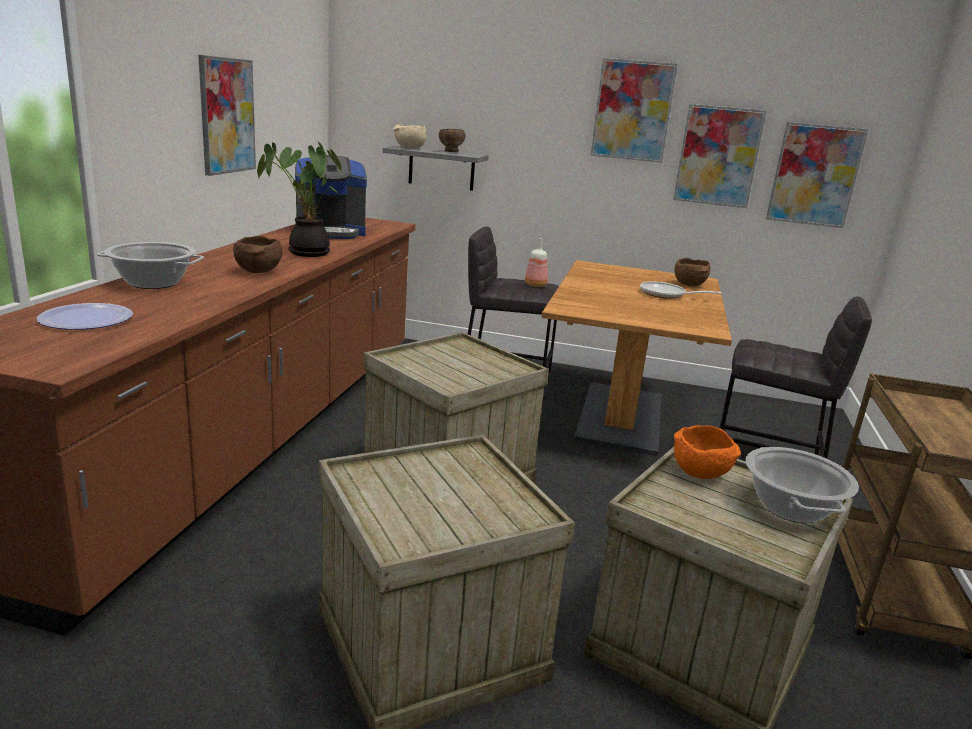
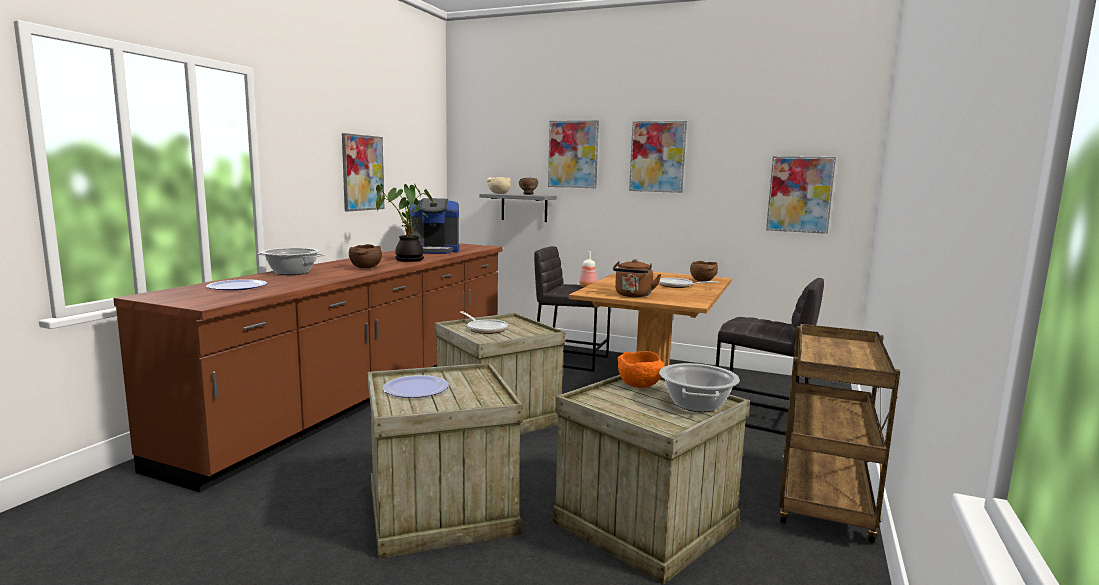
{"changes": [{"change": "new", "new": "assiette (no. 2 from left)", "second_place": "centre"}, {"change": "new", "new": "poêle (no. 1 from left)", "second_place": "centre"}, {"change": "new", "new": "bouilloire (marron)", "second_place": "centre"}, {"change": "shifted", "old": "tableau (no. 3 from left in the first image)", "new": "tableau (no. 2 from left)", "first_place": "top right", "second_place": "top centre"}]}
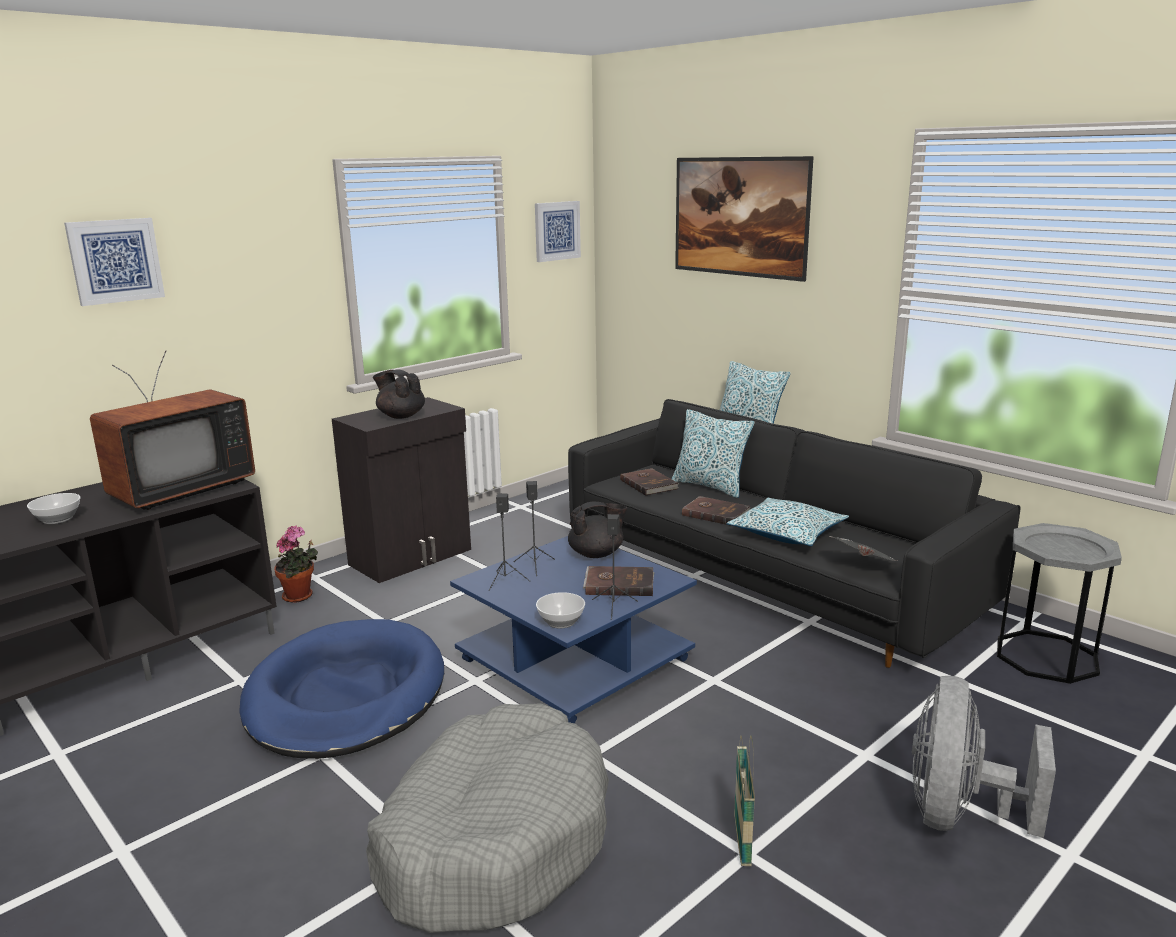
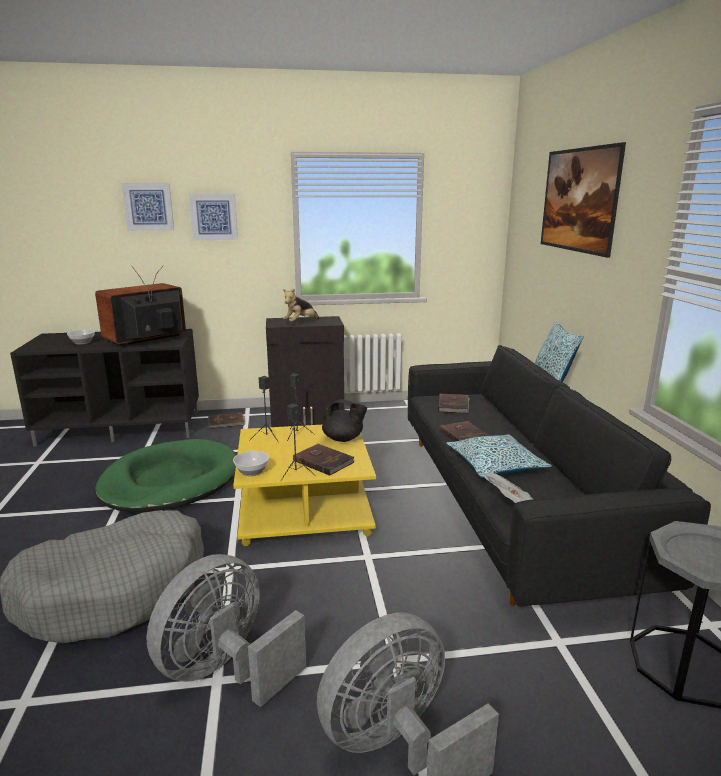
{"changes": [{"change": "gone", "old": "coussin (no. 1 from left)", "first_place": "centre"}, {"change": "shifted", "old": "tableau (no. 2 from left)", "first_place": "top centre", "second_place": "top left"}, {"change": "swapped", "old": "plante en pot", "new": "livre (marron) (no. 1 from left)", "first_place": "middle left", "second_place": "middle left"}, {"change": "swapped", "old": "théière (noir) (no. 1 from left)", "new": "peluche", "first_place": "centre", "second_place": "centre"}, {"change": "swapped", "old": "panier", "new": "ventilateur (gris) (no. 1 from left)", "first_place": "bottom centre", "second_place": "bottom left"}, {"change": "repainted", "old": "panier pour chien (bleu)", "new": "panier pour chien (vert)", "first_place": "bottom left", "second_place": "middle left"}, {"change": "repainted", "old": "table basse (bleu)", "new": "table basse (jaune)", "first_place": "bottom centre", "second_place": "centre"}, {"change": "rotated", "old": "téléviseur", "first_place": "middle left", "second_place": "middle left", "degrees": 150}]}
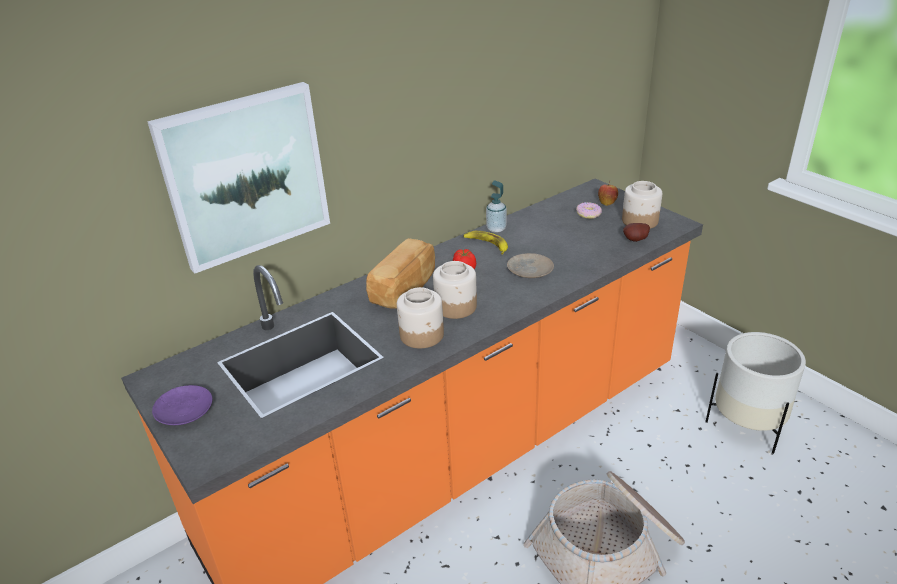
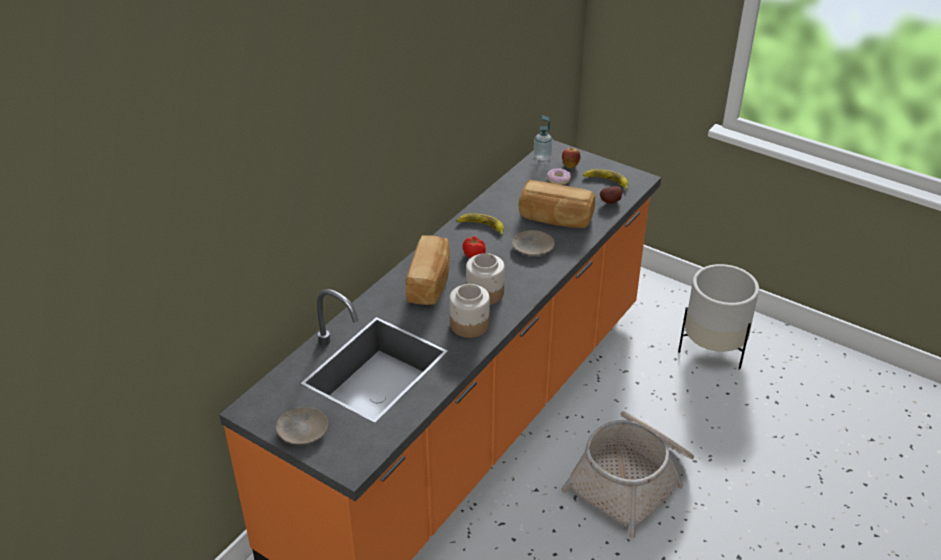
{"changes": [{"change": "gone", "old": "tableau", "first_place": "top left"}, {"change": "new", "new": "pain (no. 2 from left)", "second_place": "centre"}, {"change": "shifted", "old": "distributeur de savon", "first_place": "centre", "second_place": "top centre"}, {"change": "swapped", "old": "bocal (no. 3 from left)", "new": "banane (no. 2 from left)", "first_place": "middle right", "second_place": "top centre"}, {"change": "repainted", "old": "assiette (violet)", "new": "assiette (beige) (no. 1 from left)", "first_place": "bottom left", "second_place": "bottom left"}]}
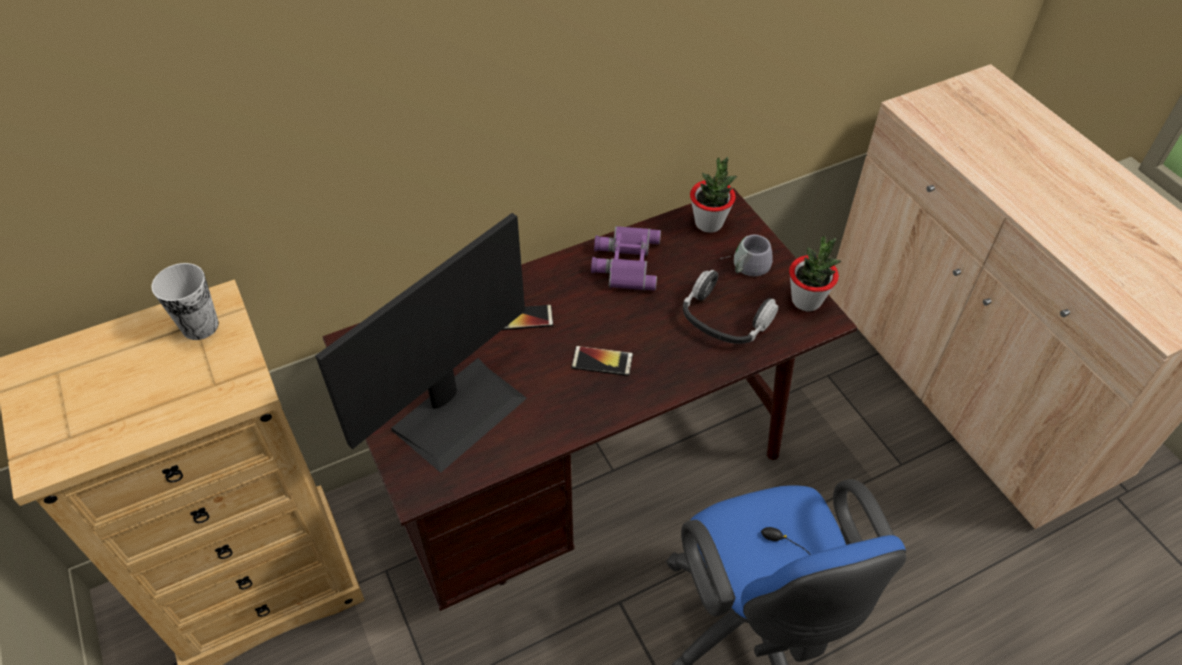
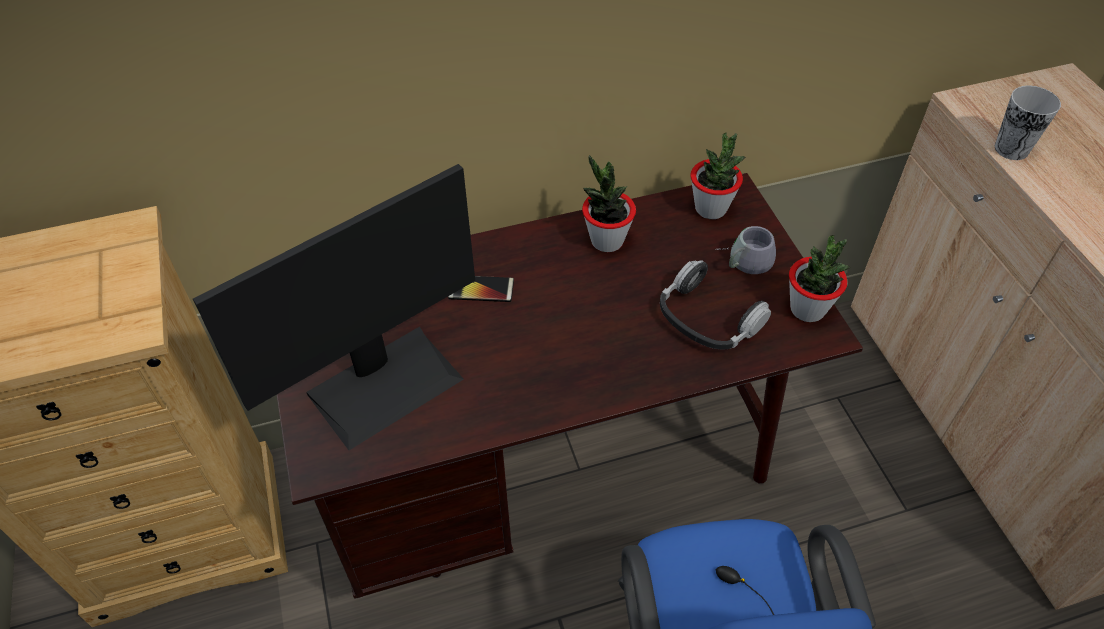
{"changes": [{"change": "gone", "old": "téléphone (no. 2 from left)", "first_place": "centre"}, {"change": "shifted", "old": "tasse", "first_place": "middle left", "second_place": "top right"}, {"change": "swapped", "old": "jumelles (violet)", "new": "plante en pot (no. 1 from left)", "first_place": "centre", "second_place": "top centre"}]}
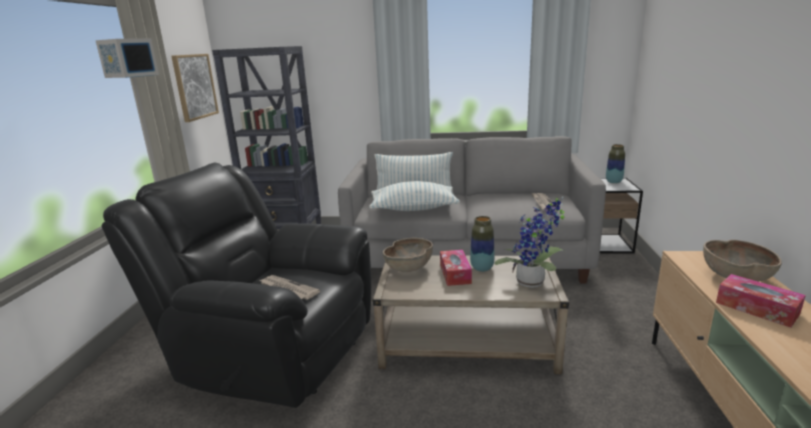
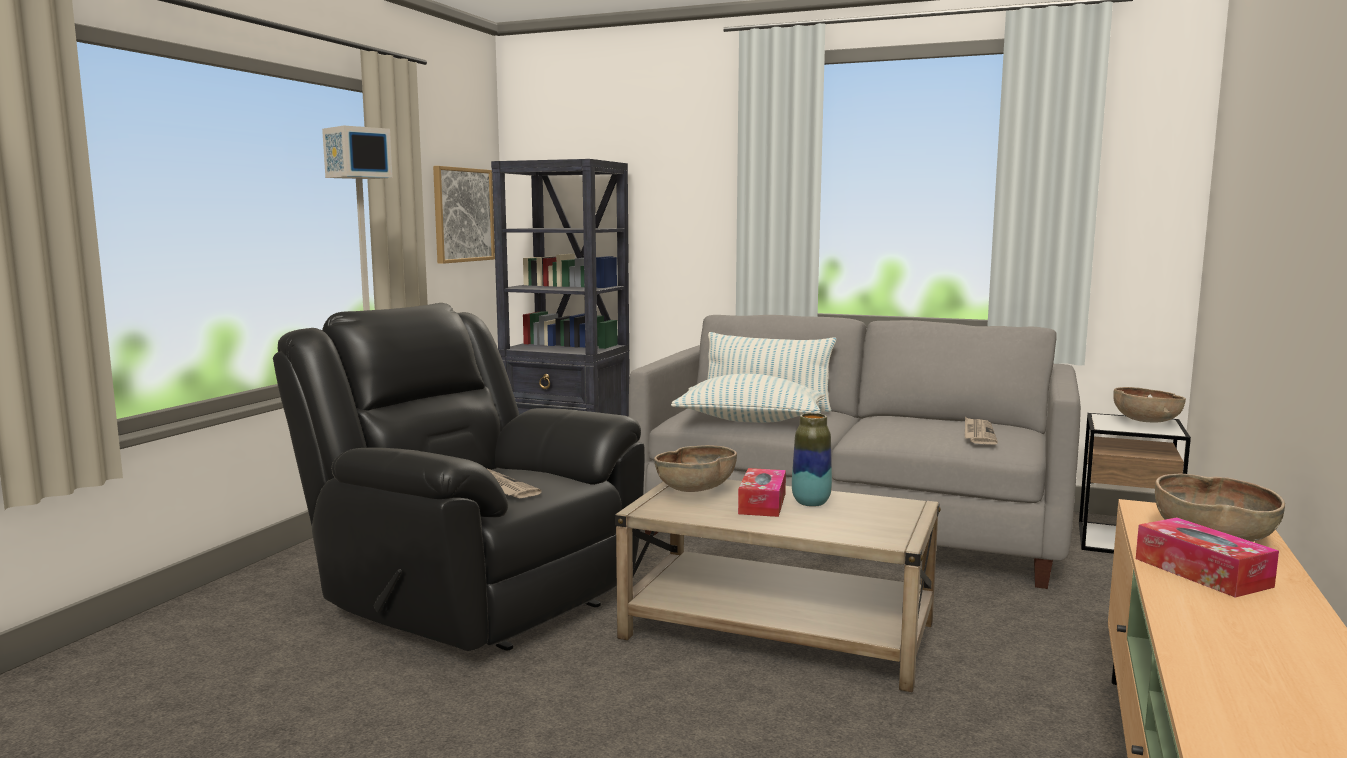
{"changes": [{"change": "gone", "old": "plante en pot", "first_place": "centre"}, {"change": "swapped", "old": "vase (no. 2 from left)", "new": "bol (marron) (no. 2 from left)", "first_place": "middle right", "second_place": "middle right"}]}
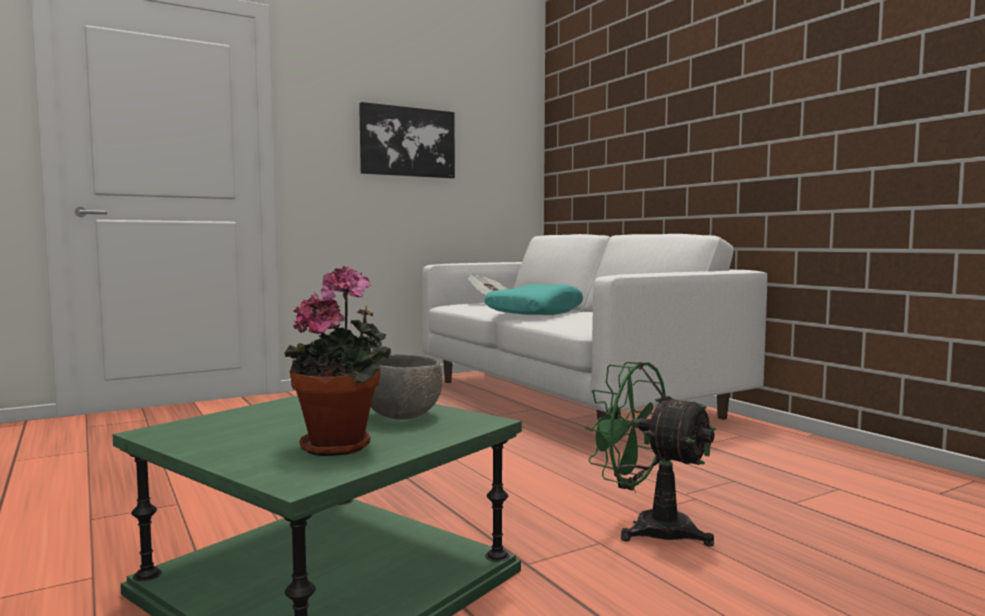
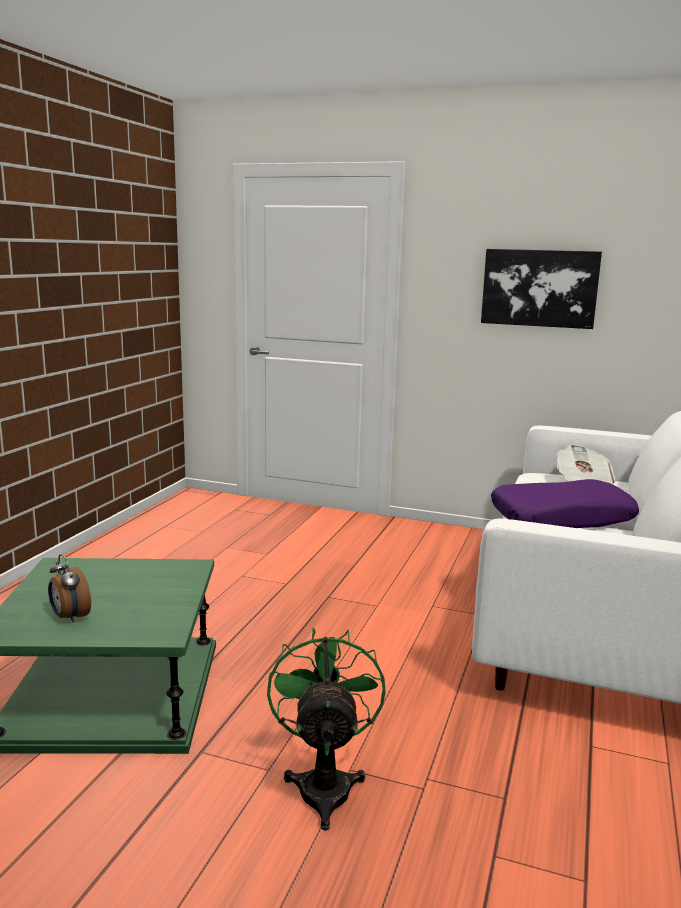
{"changes": [{"change": "gone", "old": "bol (gris)", "first_place": "centre"}, {"change": "swapped", "old": "plante en pot", "new": "réveil", "first_place": "centre", "second_place": "middle left"}, {"change": "repainted", "old": "coussin (turquoise)", "new": "coussin (violet)", "first_place": "centre", "second_place": "middle right"}]}
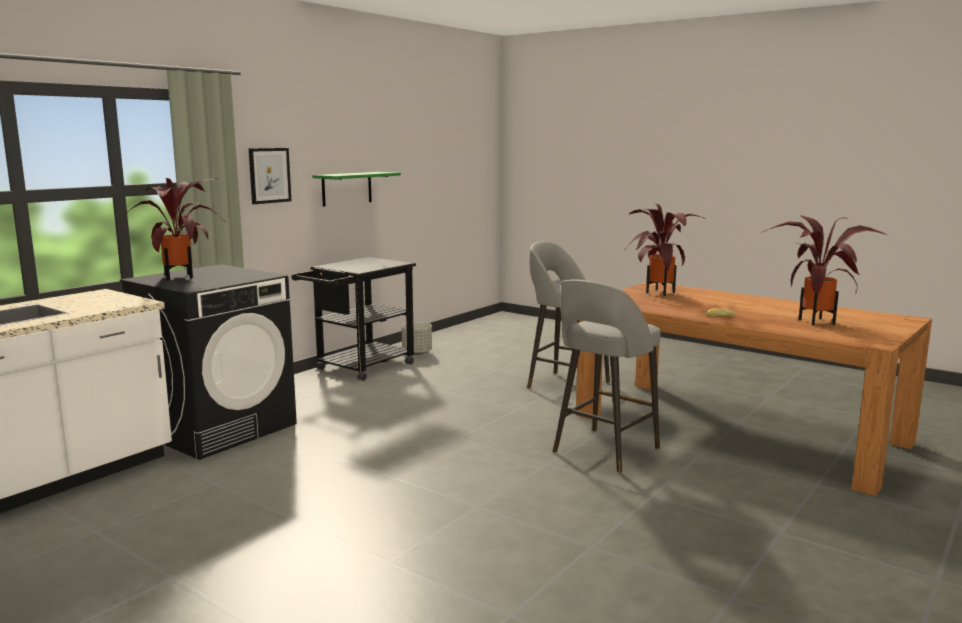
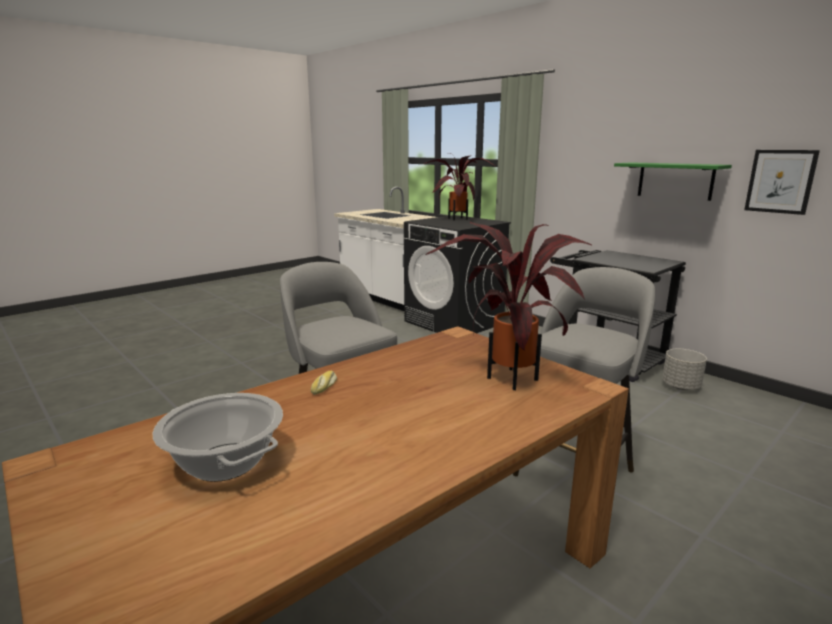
{"changes": [{"change": "shifted", "old": "tableau", "first_place": "top left", "second_place": "top right"}, {"change": "swapped", "old": "plante en pot (no. 3 from left)", "new": "marmite", "first_place": "middle right", "second_place": "bottom left"}]}
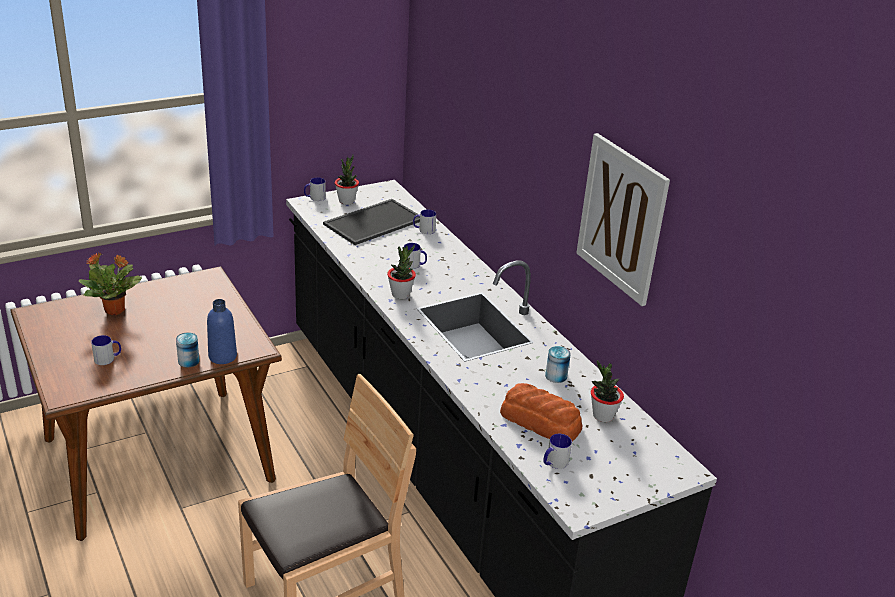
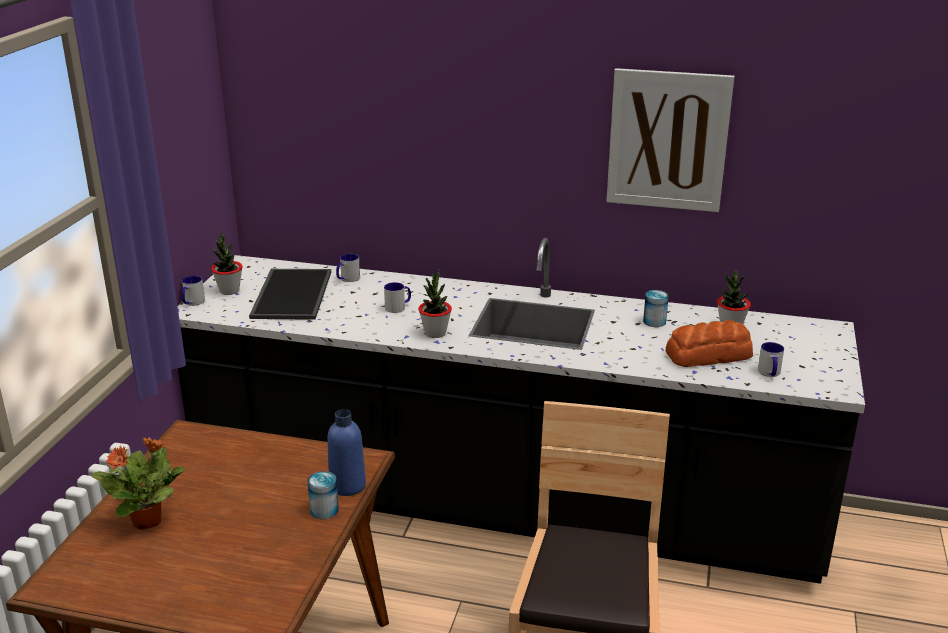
{"changes": [{"change": "gone", "old": "mug (no. 1 from left)", "first_place": "middle left"}]}
